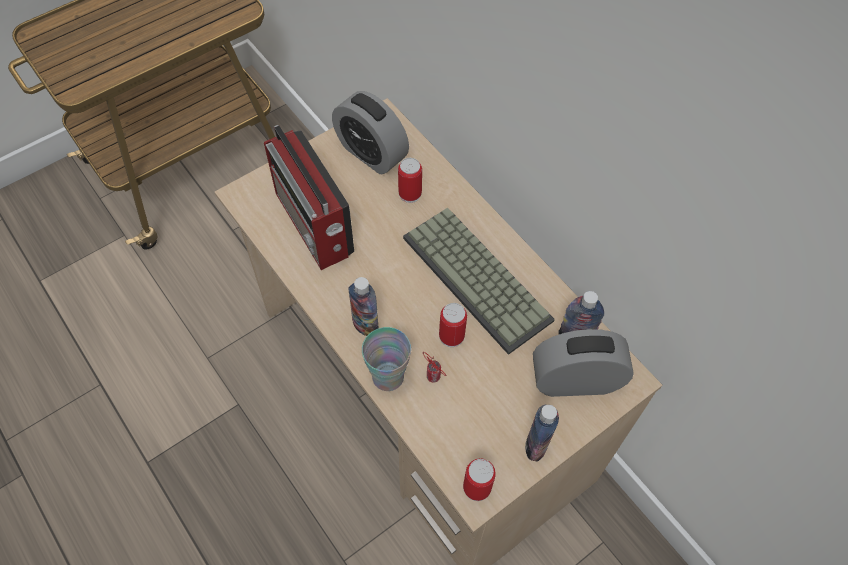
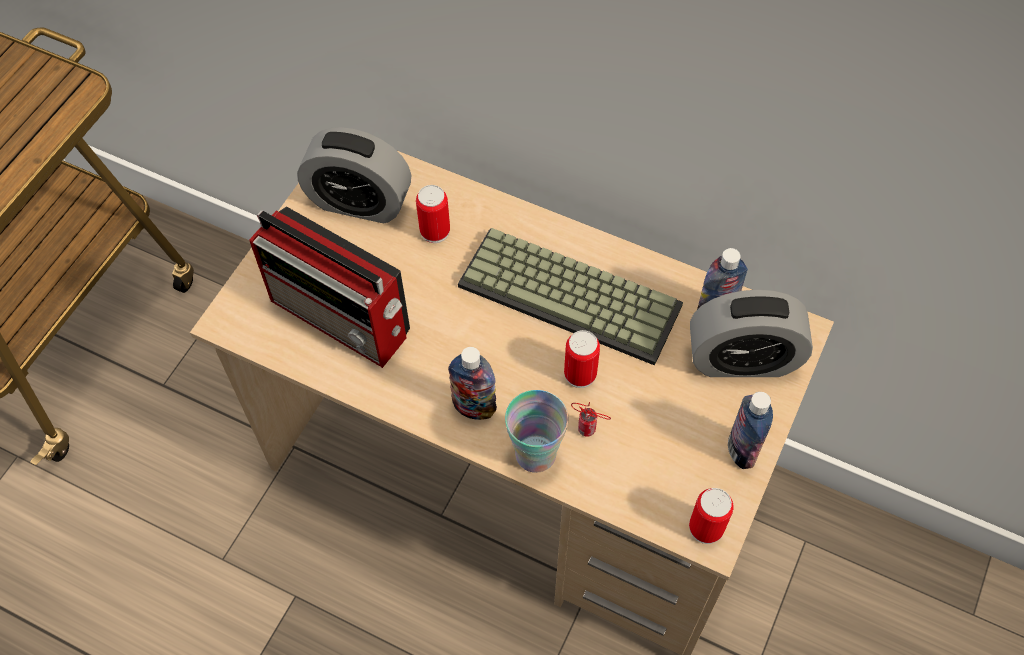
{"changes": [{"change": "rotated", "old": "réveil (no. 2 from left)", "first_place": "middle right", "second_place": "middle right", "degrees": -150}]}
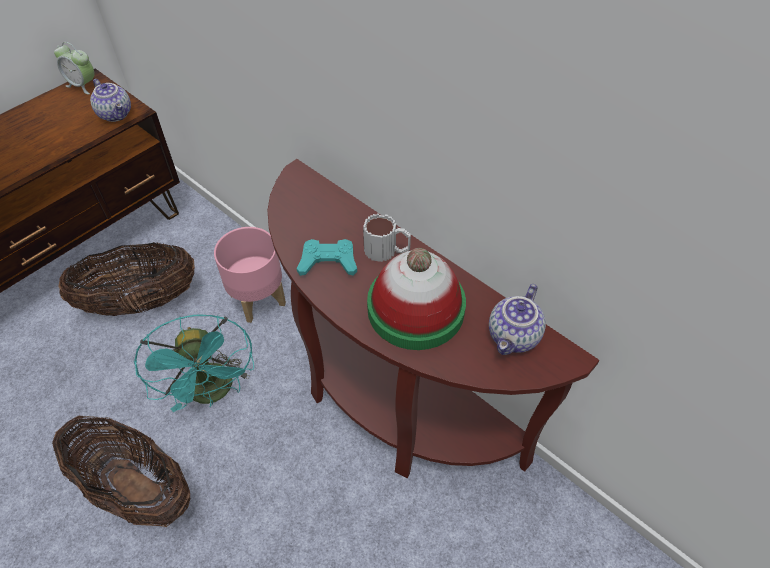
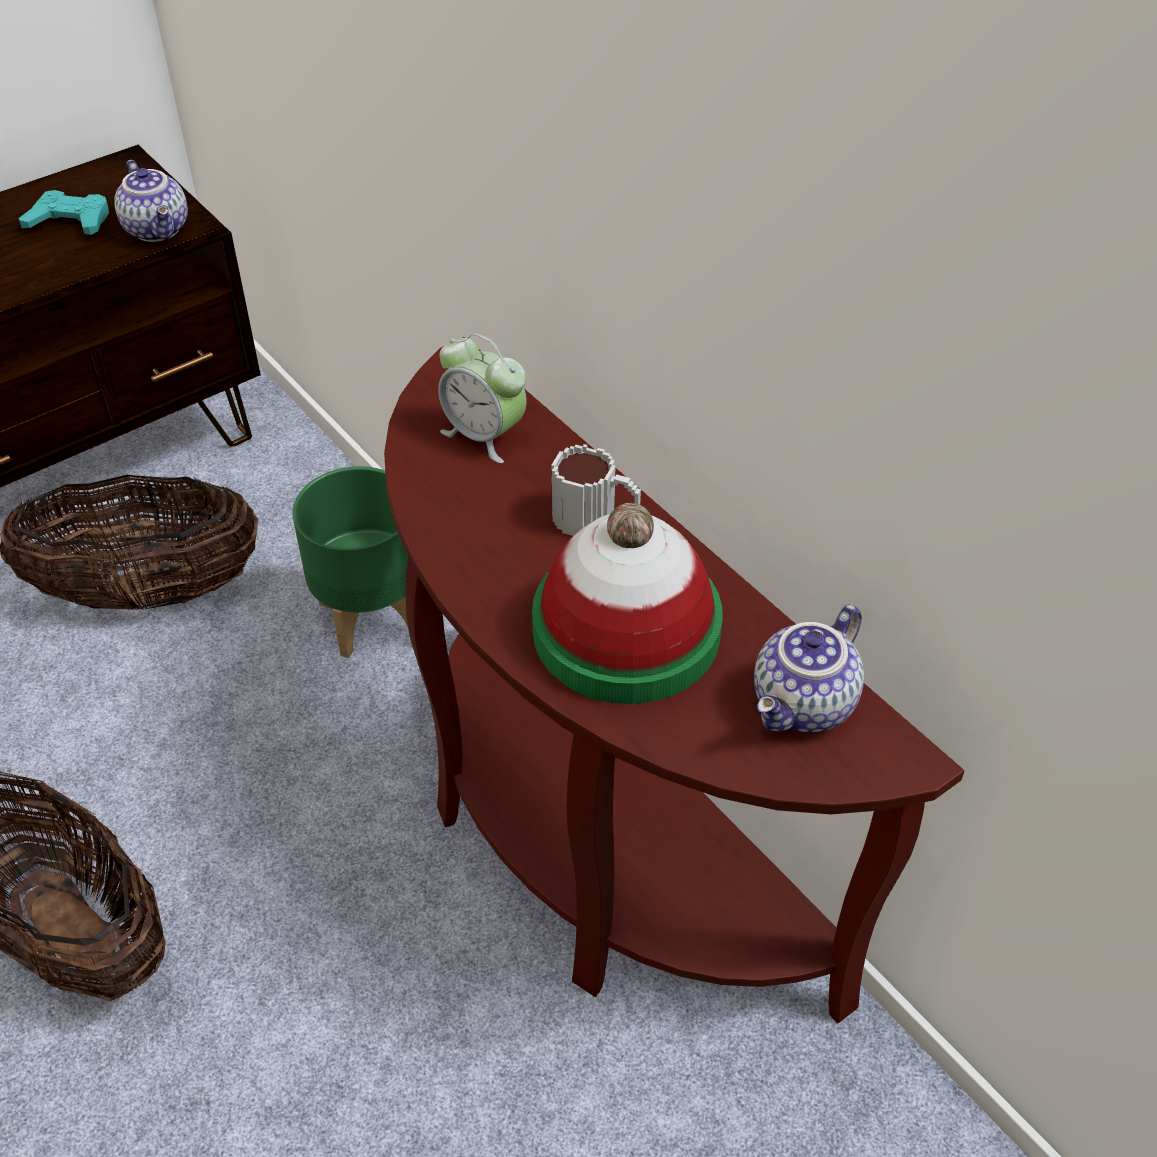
{"changes": [{"change": "gone", "old": "ventilateur (turquoise)", "first_place": "middle left"}, {"change": "shifted", "old": "réveil", "first_place": "top left", "second_place": "centre"}, {"change": "shifted", "old": "manette (turquoise)", "first_place": "centre", "second_place": "top left"}, {"change": "repainted", "old": "cache-pot (rose)", "new": "cache-pot (vert)", "first_place": "middle left", "second_place": "middle left"}]}
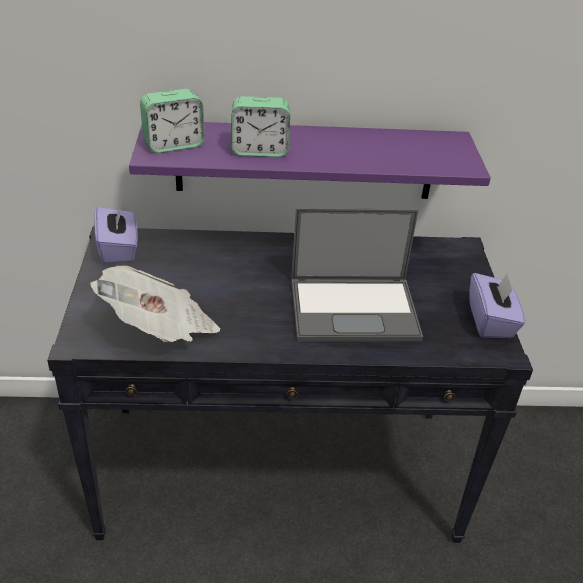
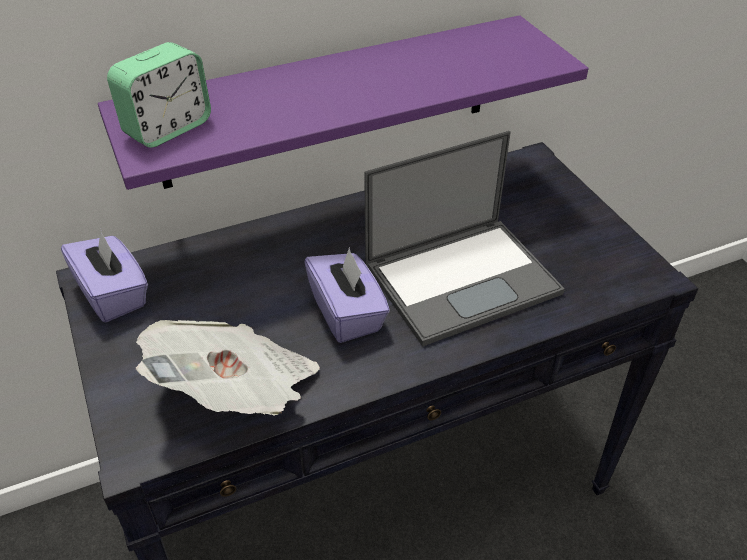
{"changes": [{"change": "gone", "old": "réveil (no. 2 from left)", "first_place": "top centre"}, {"change": "shifted", "old": "boîte à mouchoirs (violet) (no. 2 from left)", "first_place": "middle right", "second_place": "centre"}]}
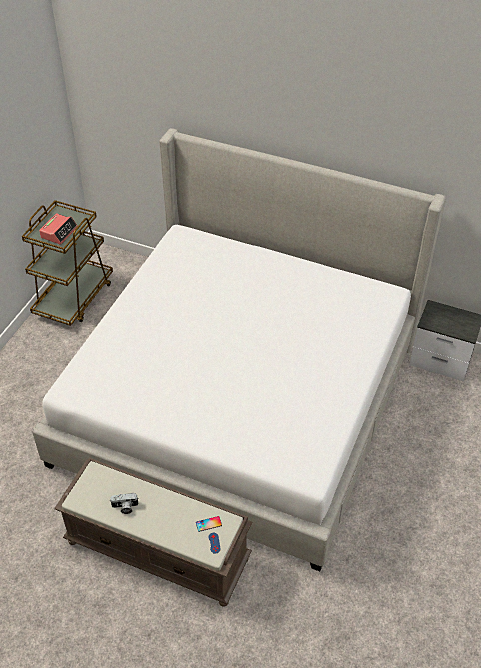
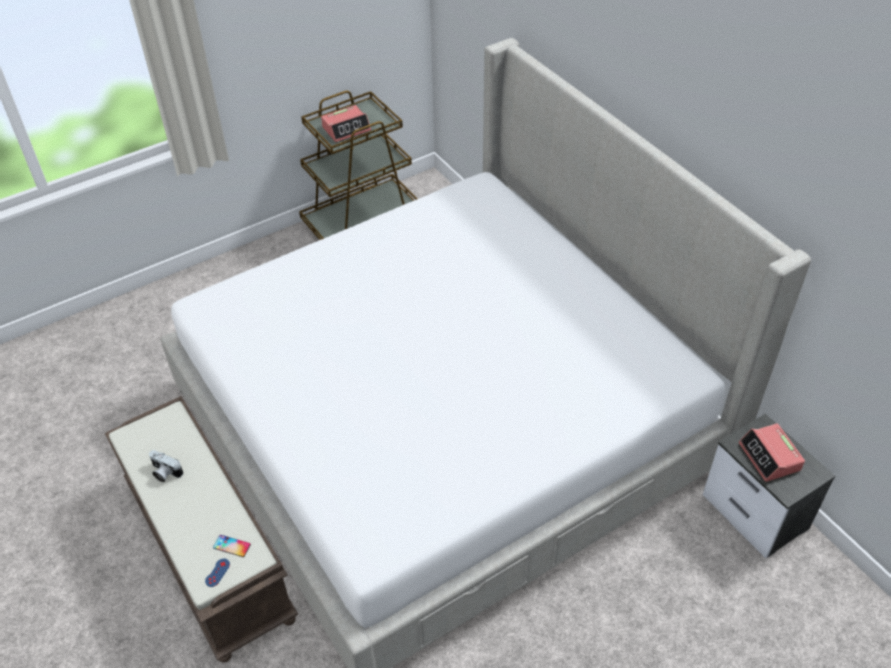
{"changes": [{"change": "new", "new": "réveil (no. 2 from left)", "second_place": "bottom right"}]}
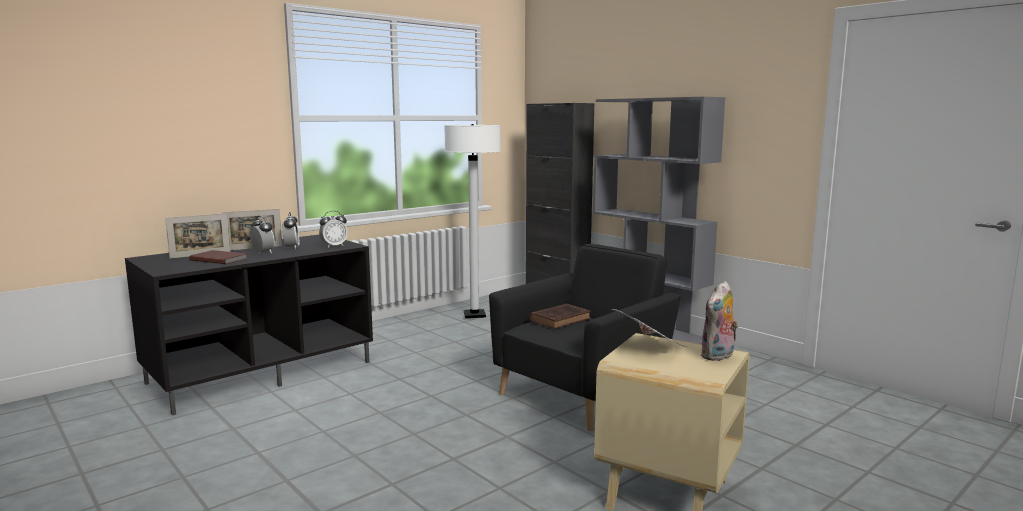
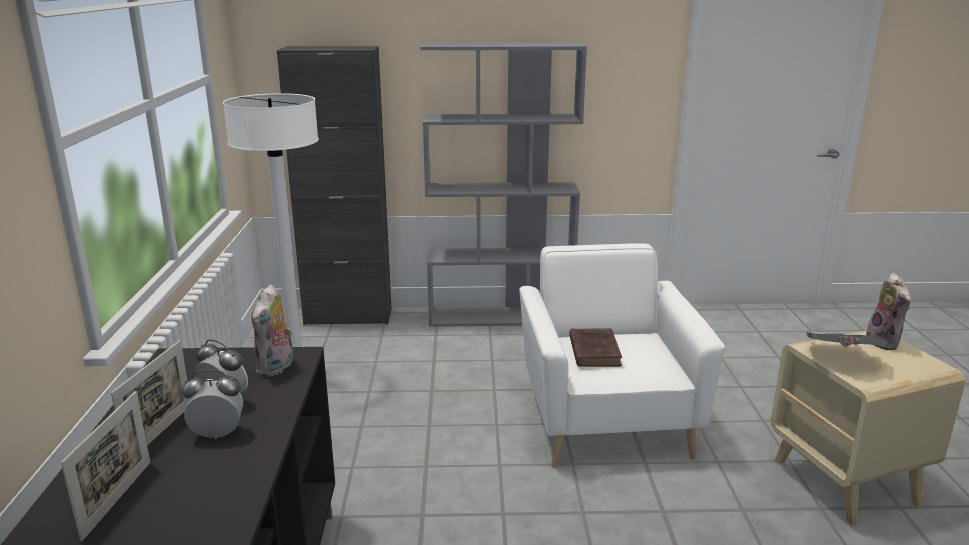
{"changes": [{"change": "gone", "old": "livre (marron) (no. 1 from left)", "first_place": "middle left"}, {"change": "swapped", "old": "réveil (no. 3 from left)", "new": "peluche (no. 1 from left)", "first_place": "middle left", "second_place": "middle left"}, {"change": "repainted", "old": "fauteuil (noir)", "new": "fauteuil (blanc)", "first_place": "centre", "second_place": "centre"}]}
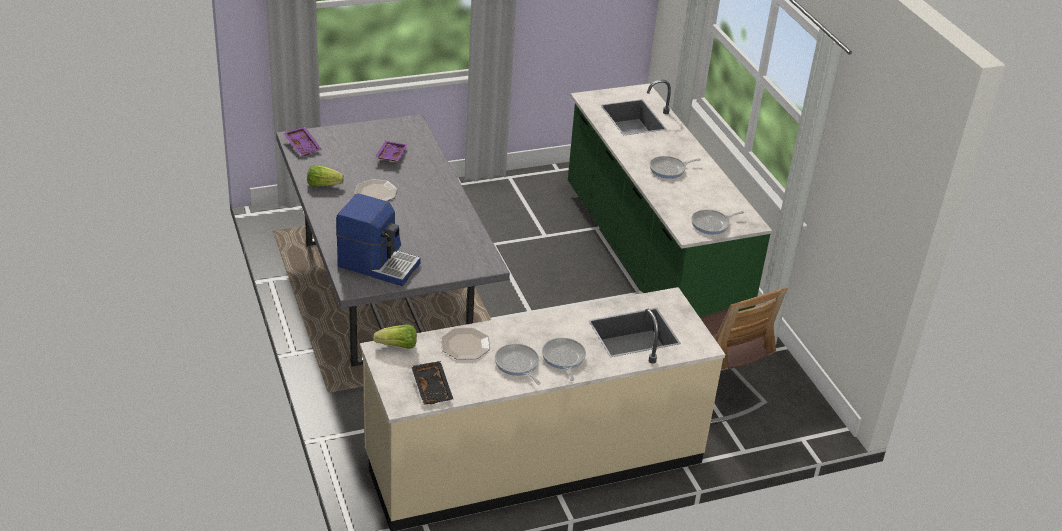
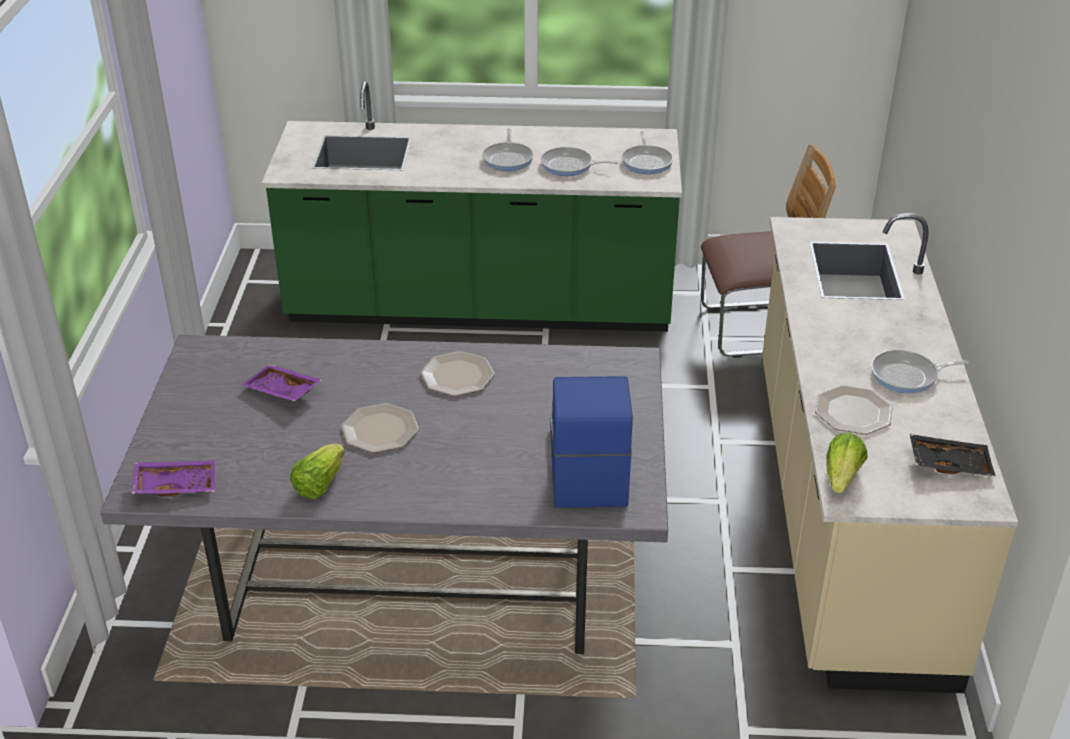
{"changes": [{"change": "new", "new": "assiette (no. 2 from left)", "second_place": "centre"}, {"change": "shifted", "old": "poêle (no. 2 from left)", "first_place": "bottom centre", "second_place": "top centre"}, {"change": "rotated", "old": "machine à café", "first_place": "centre", "second_place": "centre", "degrees": -45}]}
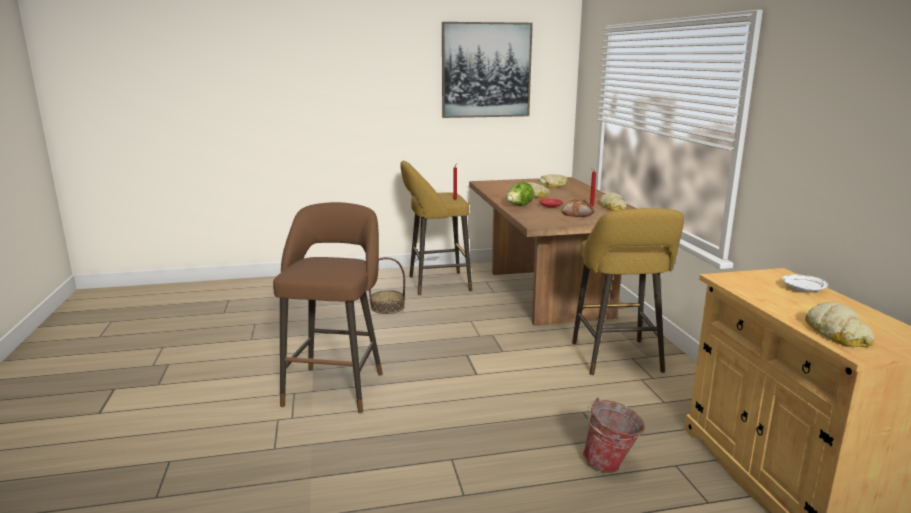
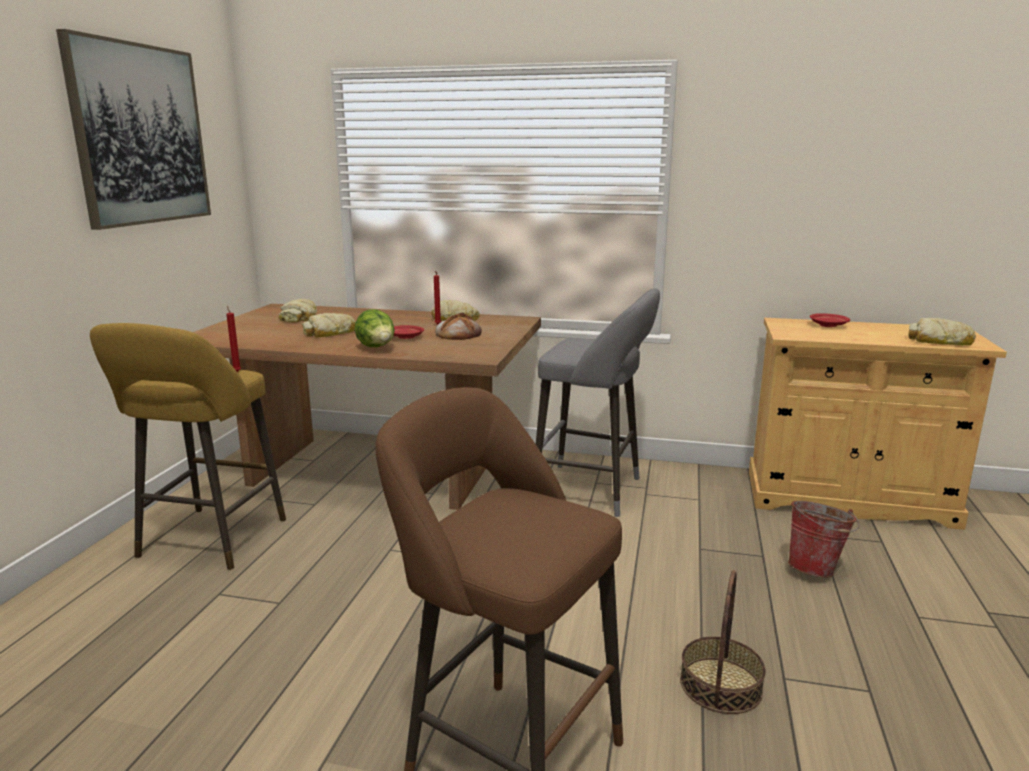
{"changes": [{"change": "shifted", "old": "panier", "first_place": "centre", "second_place": "bottom right"}, {"change": "repainted", "old": "tabouret (jaune) (no. 2 from left)", "new": "tabouret (gris)", "first_place": "middle right", "second_place": "centre"}, {"change": "repainted", "old": "assiette (blanc)", "new": "assiette (rouge) (no. 2 from left)", "first_place": "middle right", "second_place": "middle right"}]}
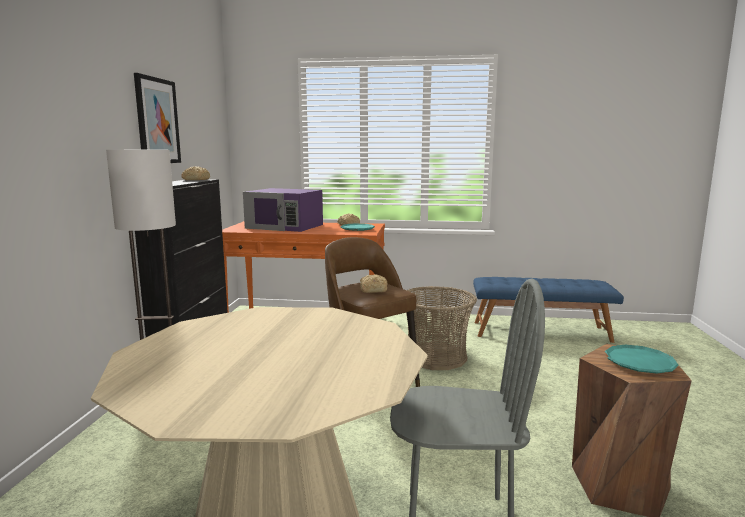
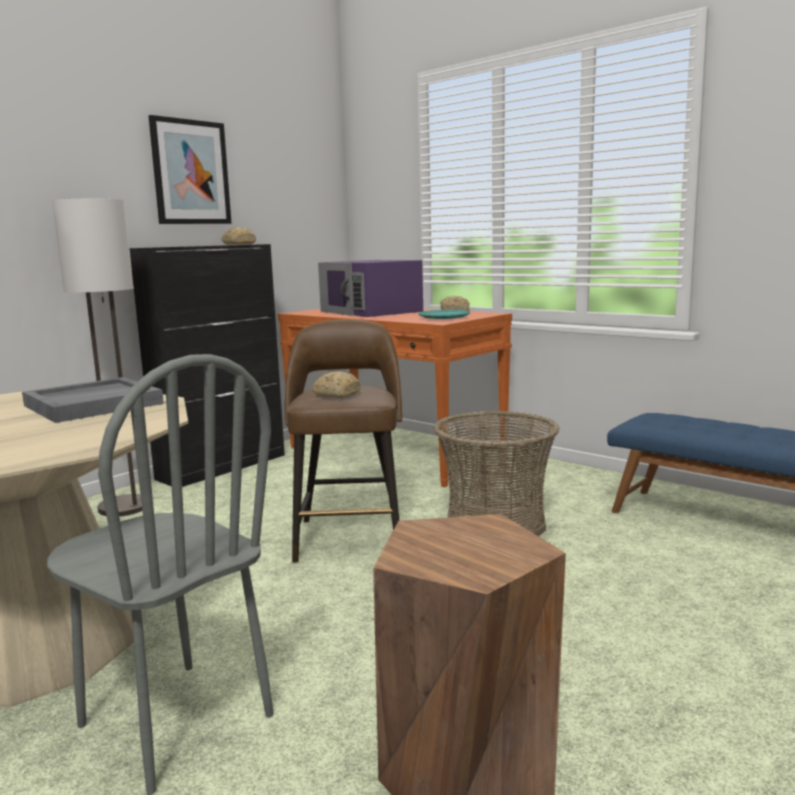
{"changes": [{"change": "gone", "old": "assiette (turquoise) (no. 2 from left)", "first_place": "bottom right"}, {"change": "new", "new": "plateau (gris)", "second_place": "middle left"}]}
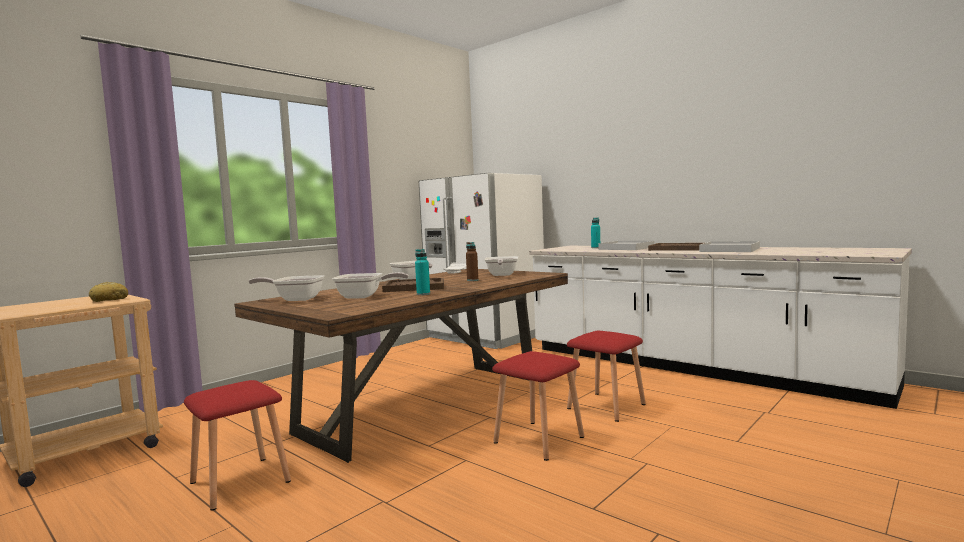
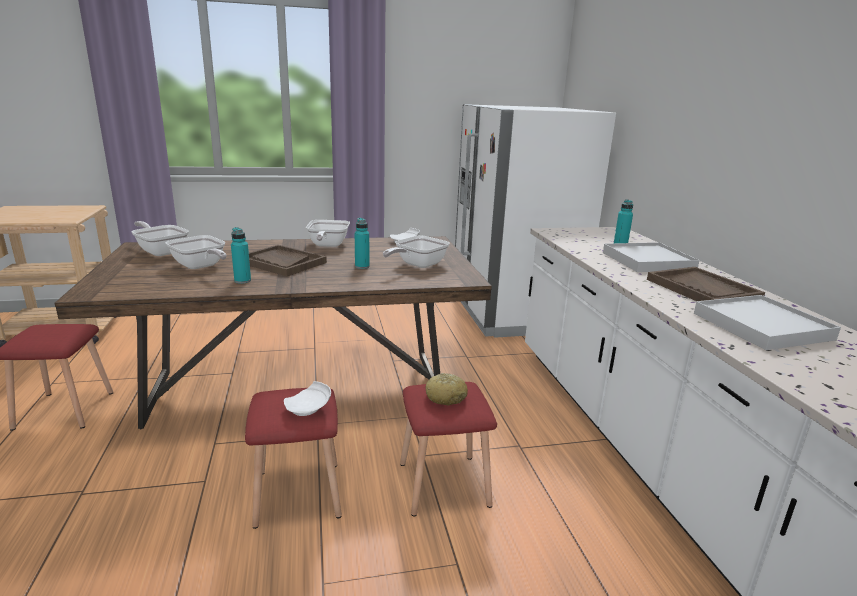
{"changes": [{"change": "new", "new": "assiette (blanc) (no. 1 from left)", "second_place": "bottom centre"}, {"change": "shifted", "old": "pain", "first_place": "middle left", "second_place": "centre"}, {"change": "repainted", "old": "bouteille (marron)", "new": "bouteille (turquoise) (no. 2 from left)", "first_place": "centre", "second_place": "centre"}]}
